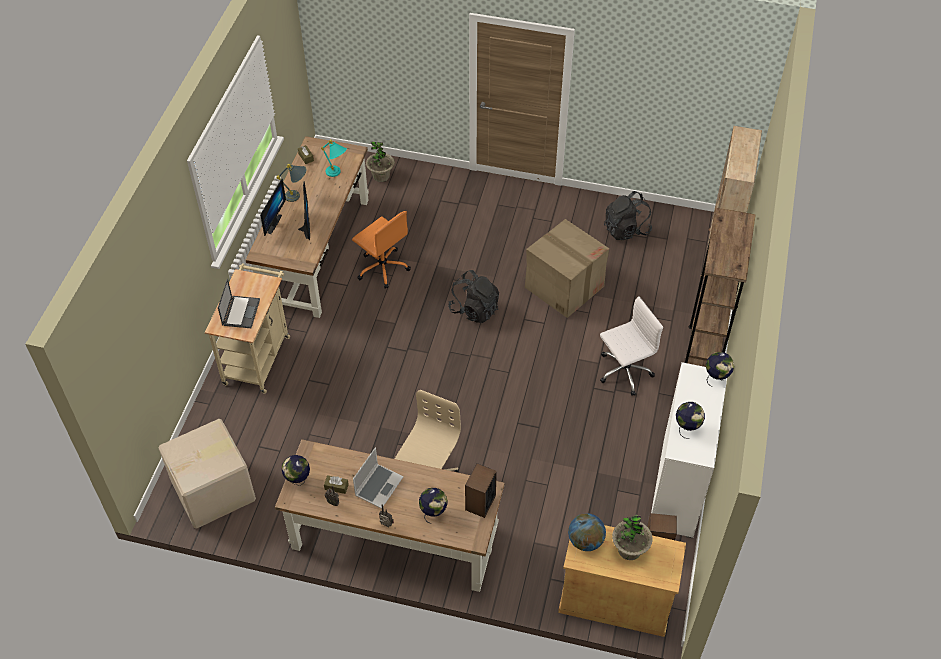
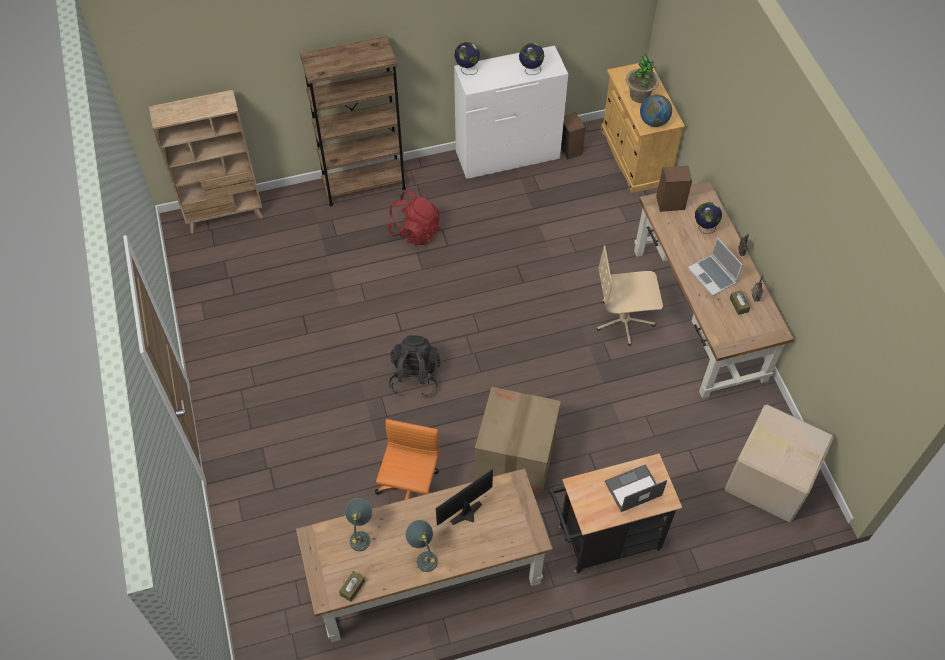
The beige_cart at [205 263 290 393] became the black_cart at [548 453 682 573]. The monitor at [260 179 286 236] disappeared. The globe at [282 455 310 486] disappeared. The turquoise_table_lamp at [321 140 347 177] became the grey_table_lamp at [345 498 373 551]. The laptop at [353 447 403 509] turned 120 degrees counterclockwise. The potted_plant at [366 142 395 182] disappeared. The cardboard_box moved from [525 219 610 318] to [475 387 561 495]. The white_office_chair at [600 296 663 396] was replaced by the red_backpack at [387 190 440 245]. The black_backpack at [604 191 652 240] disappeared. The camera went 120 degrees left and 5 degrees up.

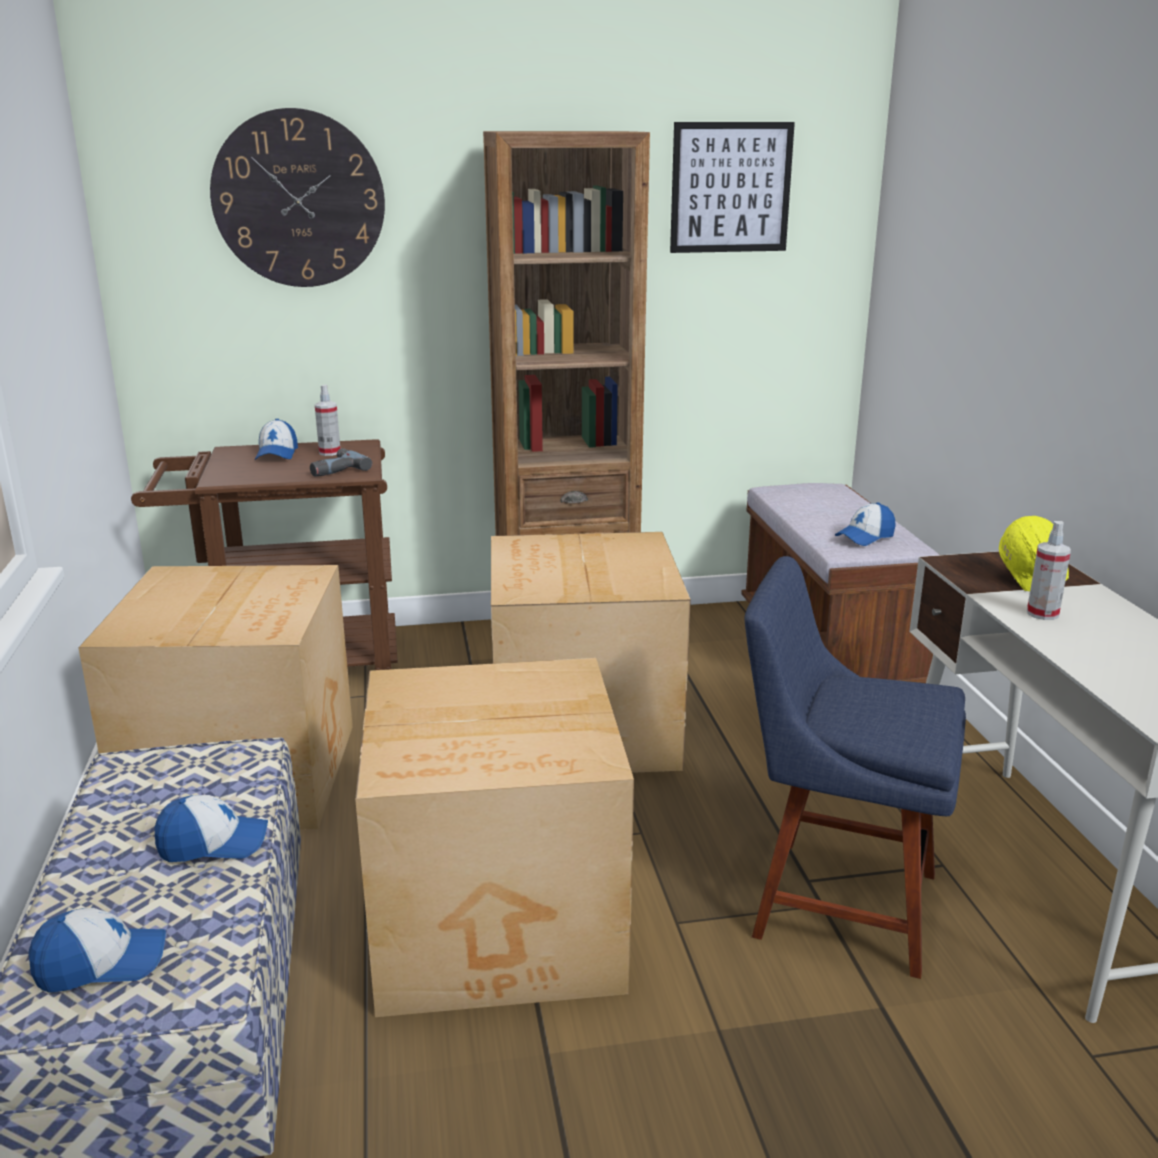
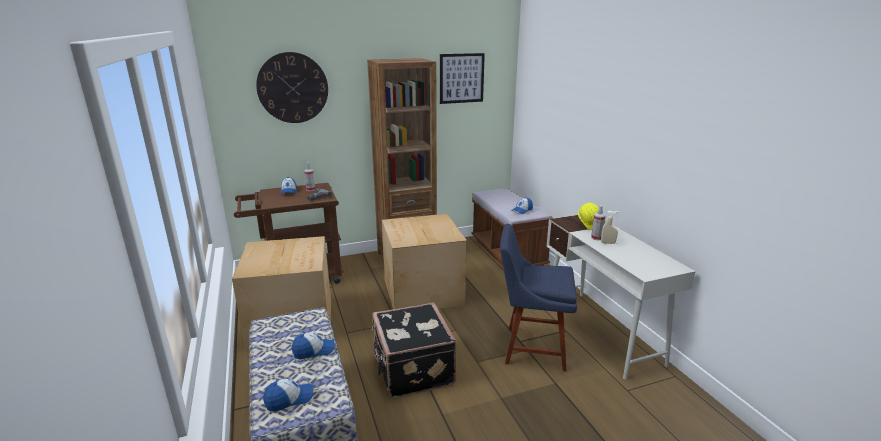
The cardboard_box at [355 658 634 1017] was replaced by the black_suitcase at [371 303 456 398]. The beige_spray_bottle at [601 211 619 244] appeared. The camera went 10 degrees left and 0 degrees up.

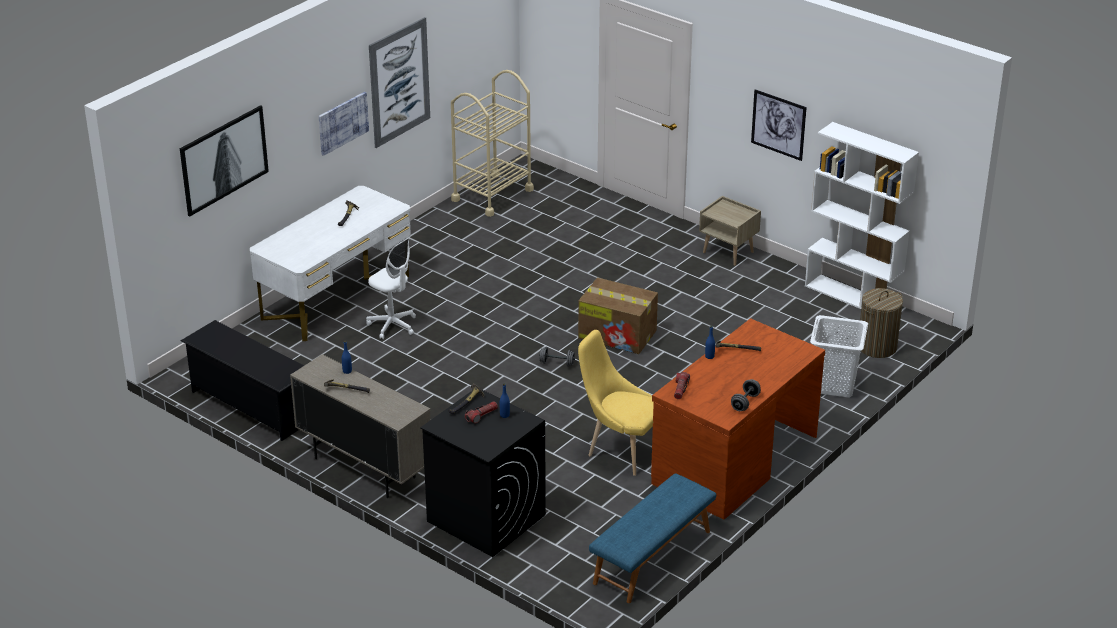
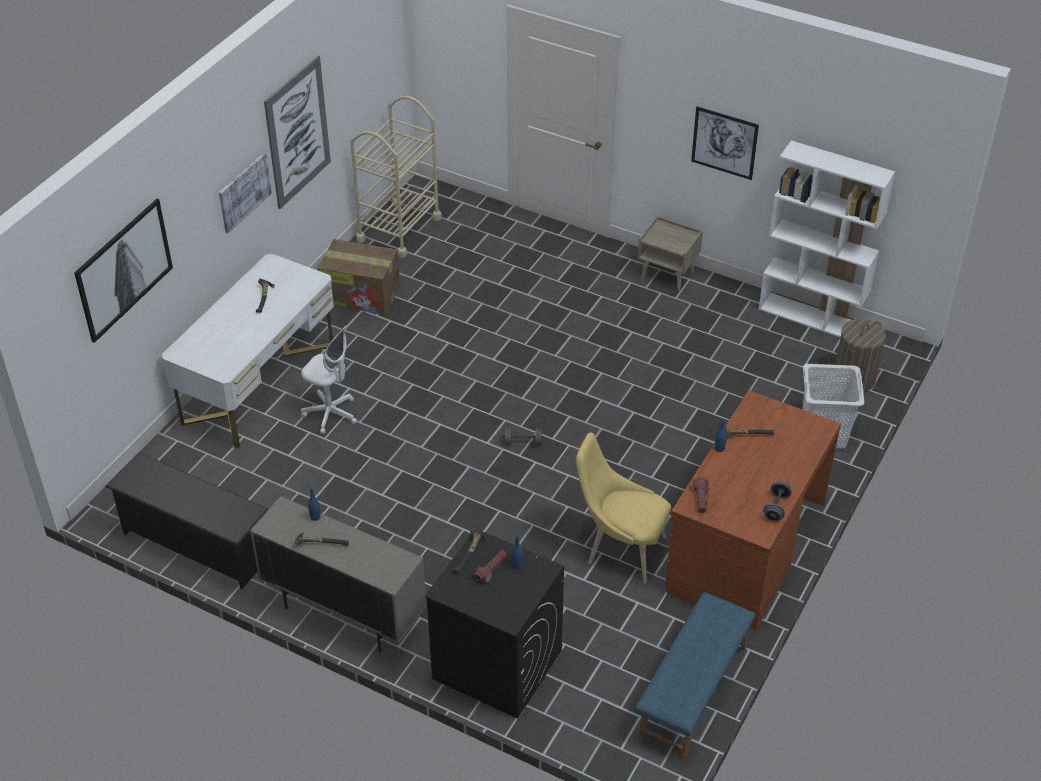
The cardboard_box moved from [578 278 658 354] to [318 239 400 315]. The camera went 10 degrees left and 10 degrees up.

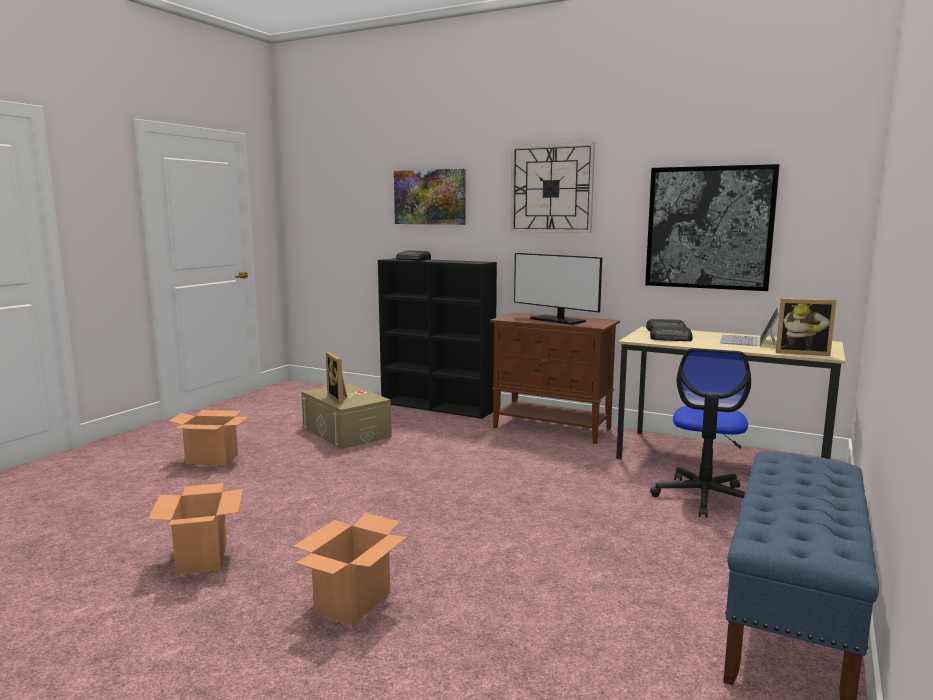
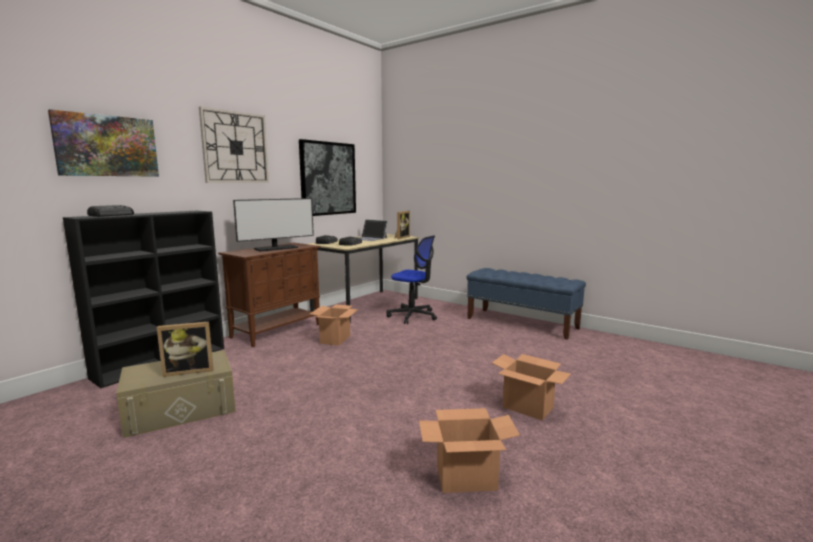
The cardboard_box moved from [168 410 249 465] to [310 304 359 346]. The camera went 80 degrees left and 0 degrees up.

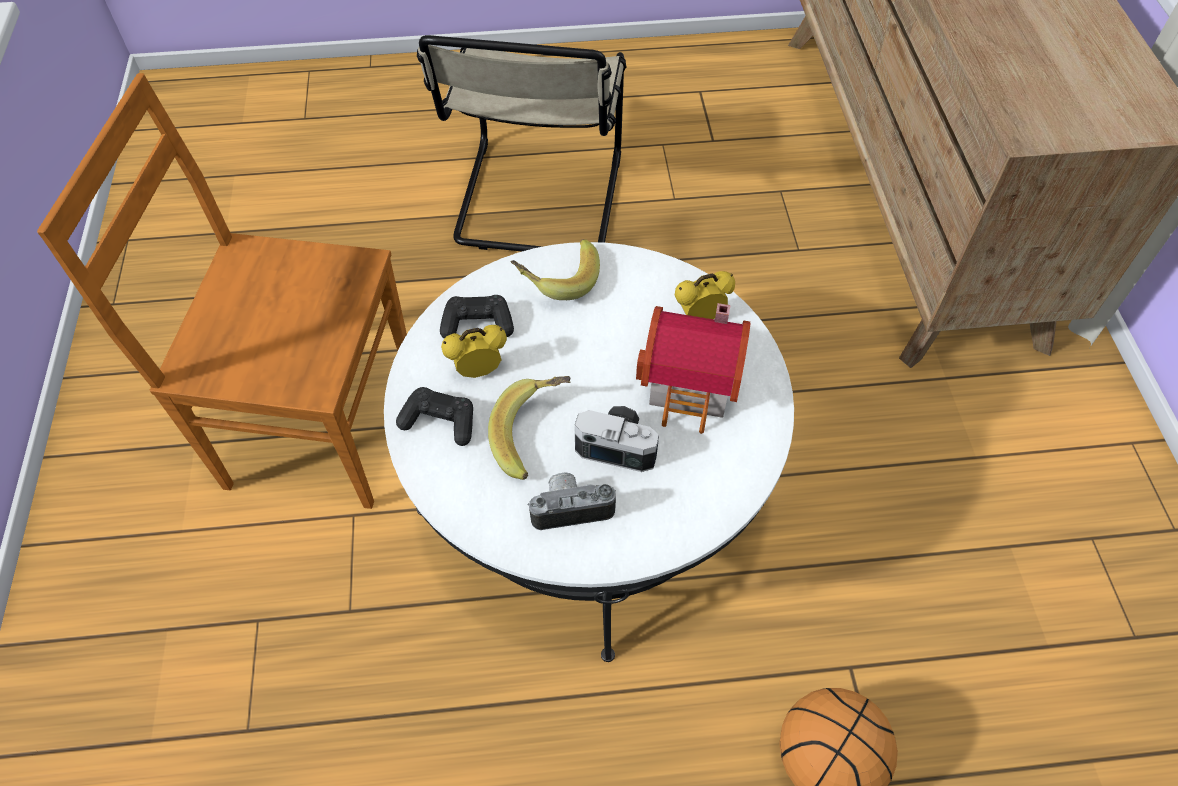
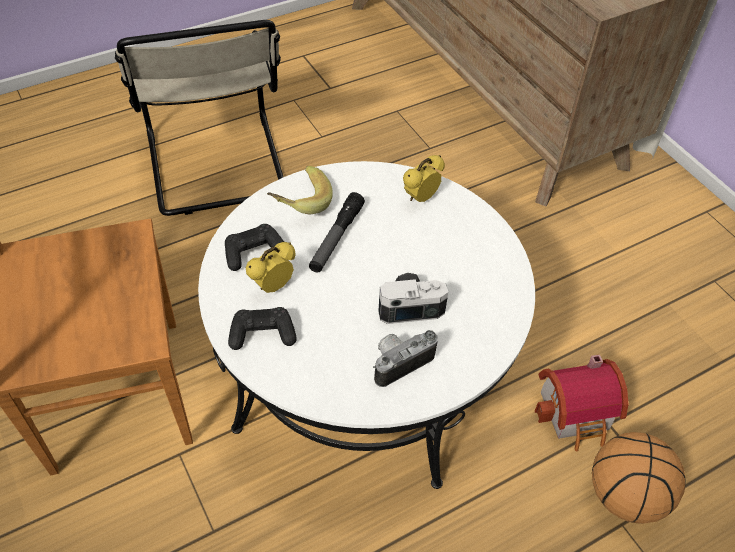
The banana at [488 376 570 480] disappeared. The toy_house moved from [636 303 750 434] to [534 354 628 451]. The flashlight at [309 192 365 273] appeared. The camera went 25 degrees left and 5 degrees down.

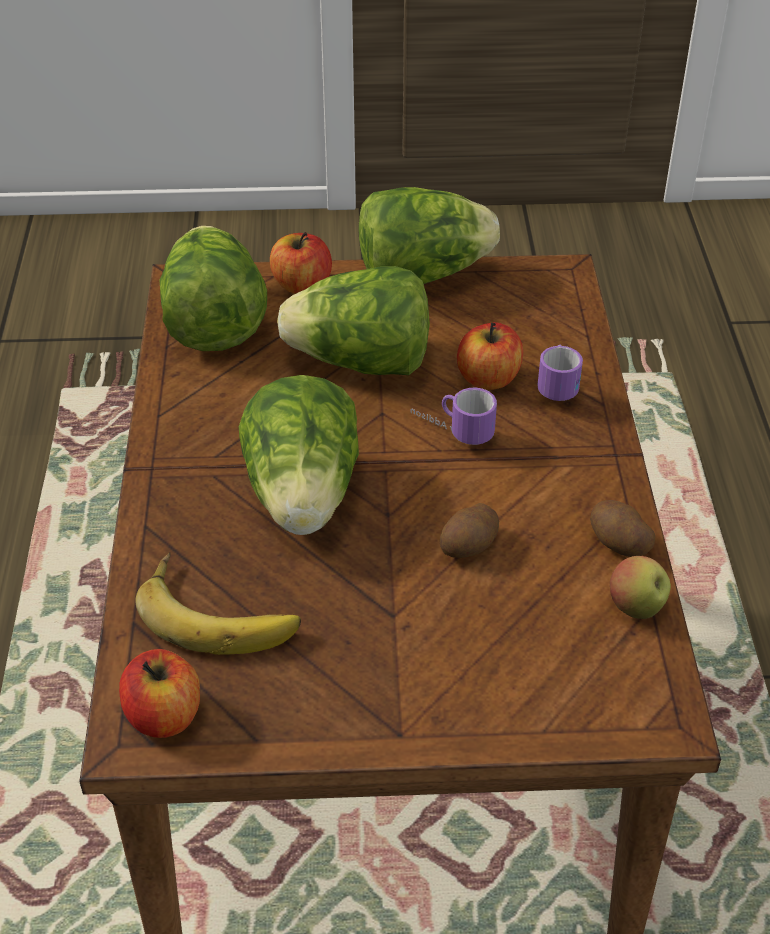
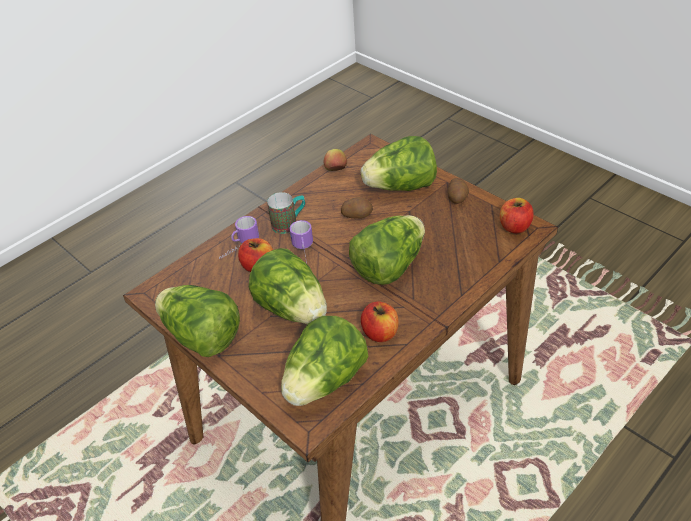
The banana at [135 552 301 655] disappeared. The apple moved from [270 232 332 294] to [361 301 399 342]. The potato moved from [590 500 656 557] to [448 178 469 204]. The mug at [267 192 305 234] appeared. The lettuce at [361 136 437 191] appeared. The camera went 130 degrees left and 0 degrees up.

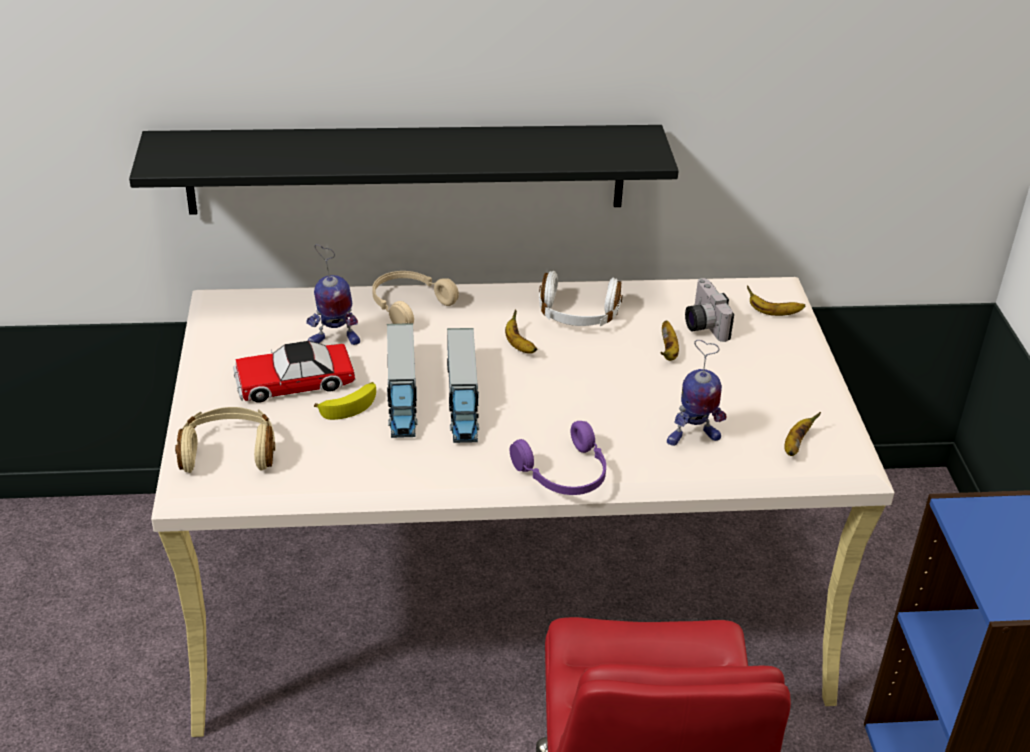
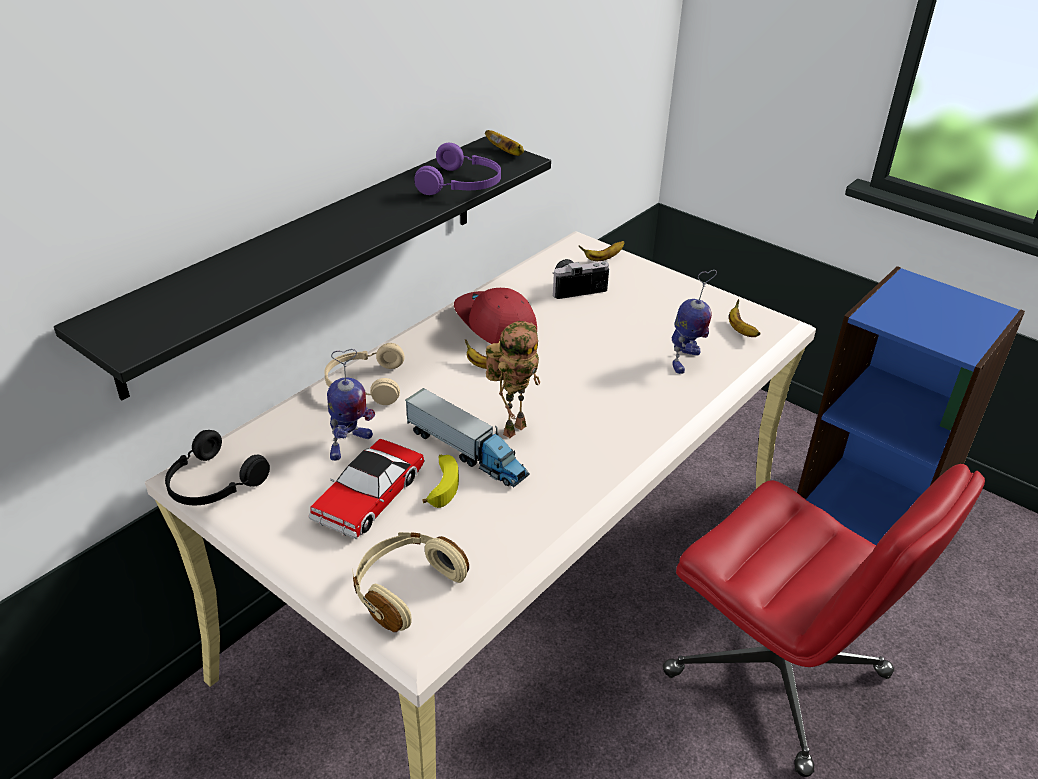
The toy_truck at [447 328 479 443] was replaced by the toy_robot at [486 321 540 438]. The purple_headphones moved from [510 421 606 495] to [414 143 501 195]. The white_headphones at [539 271 623 326] was replaced by the red_cap at [454 288 537 344]. The banana moved from [660 320 679 361] to [485 130 524 156]. The photo_camera at [685 278 734 342] turned 135 degrees clockwise. The black_headphones at [165 430 270 505] appeared. The camera went 45 degrees left and 0 degrees up.

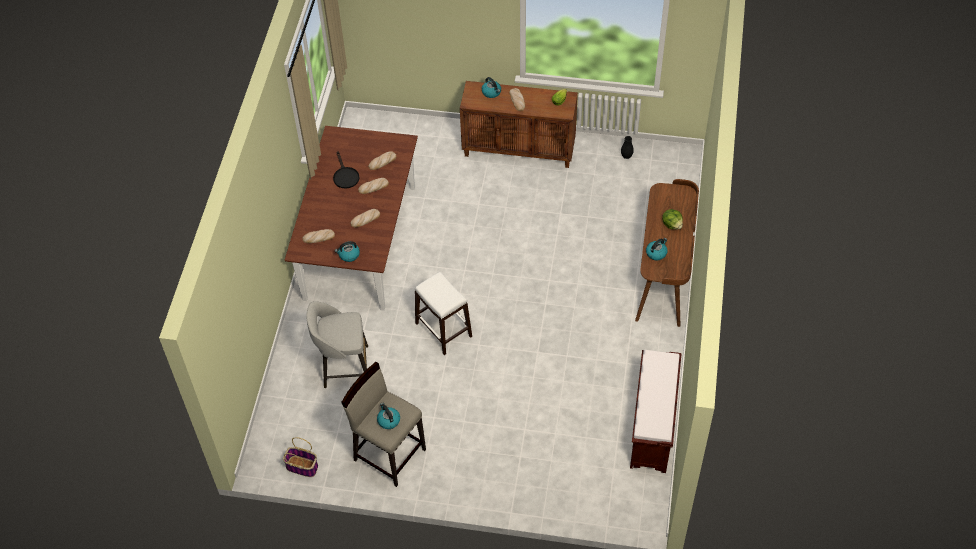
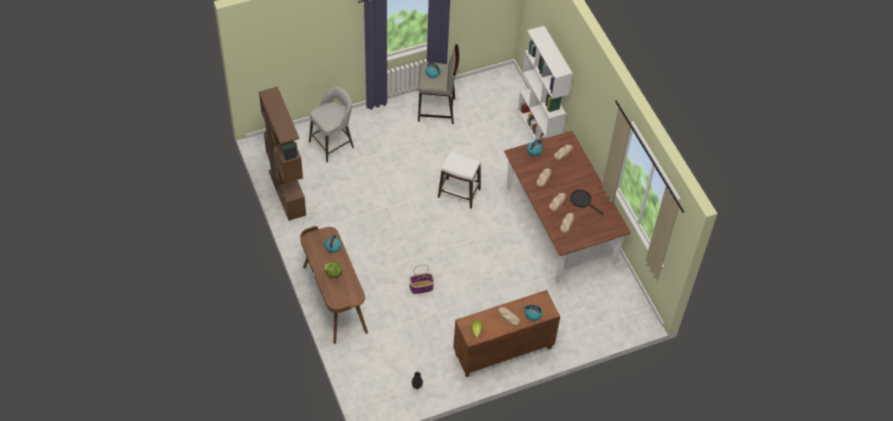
The basket moved from [283 437 318 477] to [409 265 434 294]. The grey_stool moved from [306 301 368 388] to [309 86 354 162]. The brown_bench at [630 350 682 473] was replaced by the brown_bookcase at [259 86 306 221]. The white_bookcase at [518 26 573 141] appeared. The camera went 145 degrees right and 0 degrees up.

